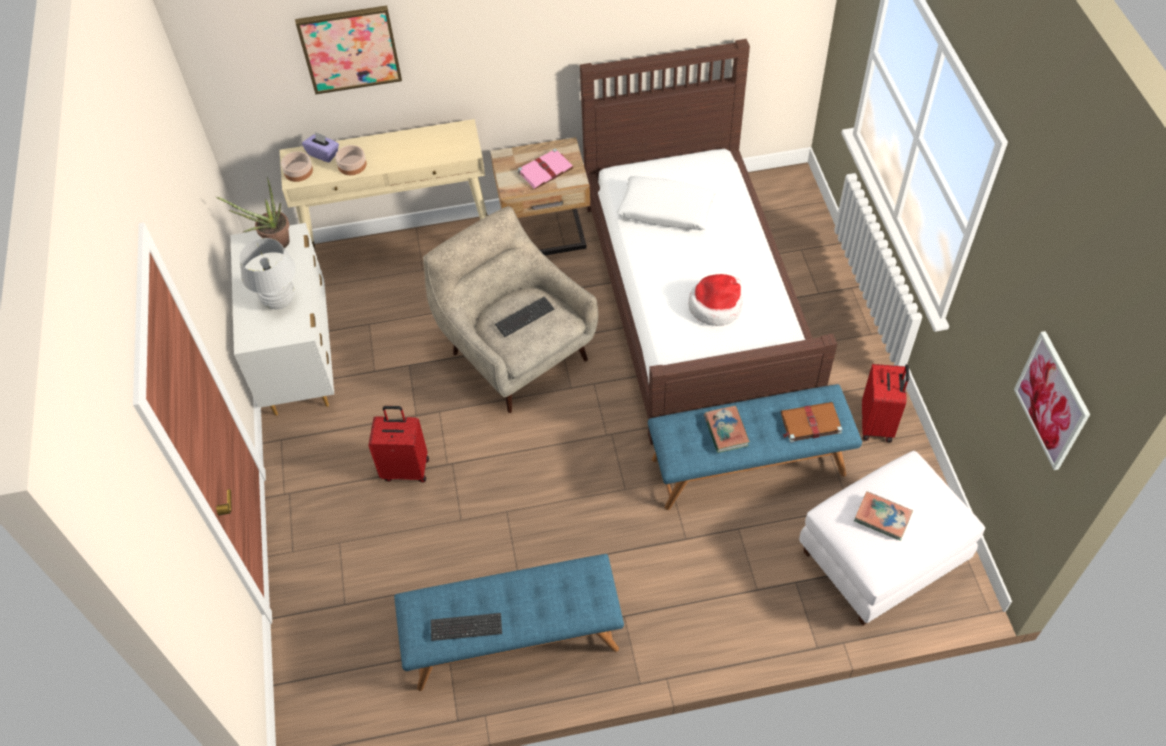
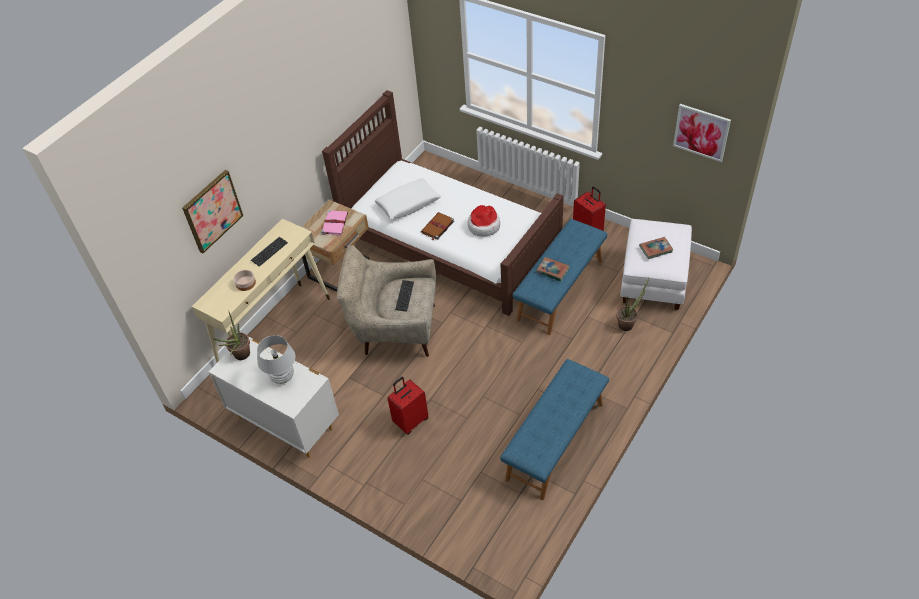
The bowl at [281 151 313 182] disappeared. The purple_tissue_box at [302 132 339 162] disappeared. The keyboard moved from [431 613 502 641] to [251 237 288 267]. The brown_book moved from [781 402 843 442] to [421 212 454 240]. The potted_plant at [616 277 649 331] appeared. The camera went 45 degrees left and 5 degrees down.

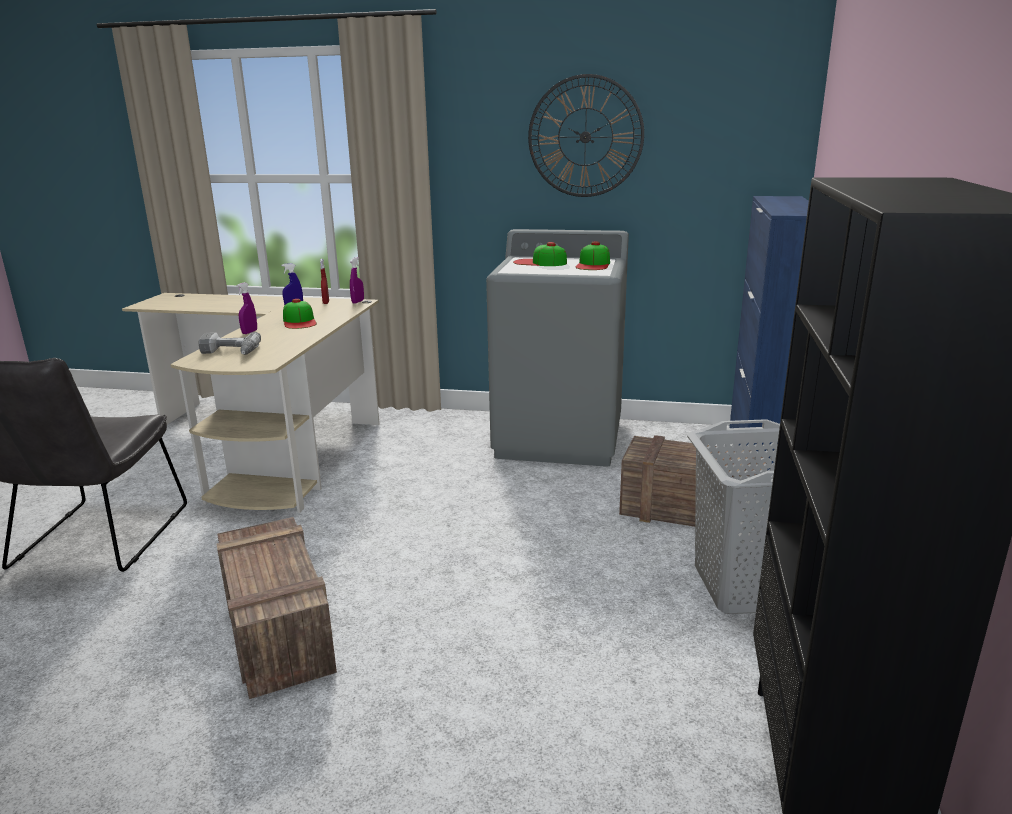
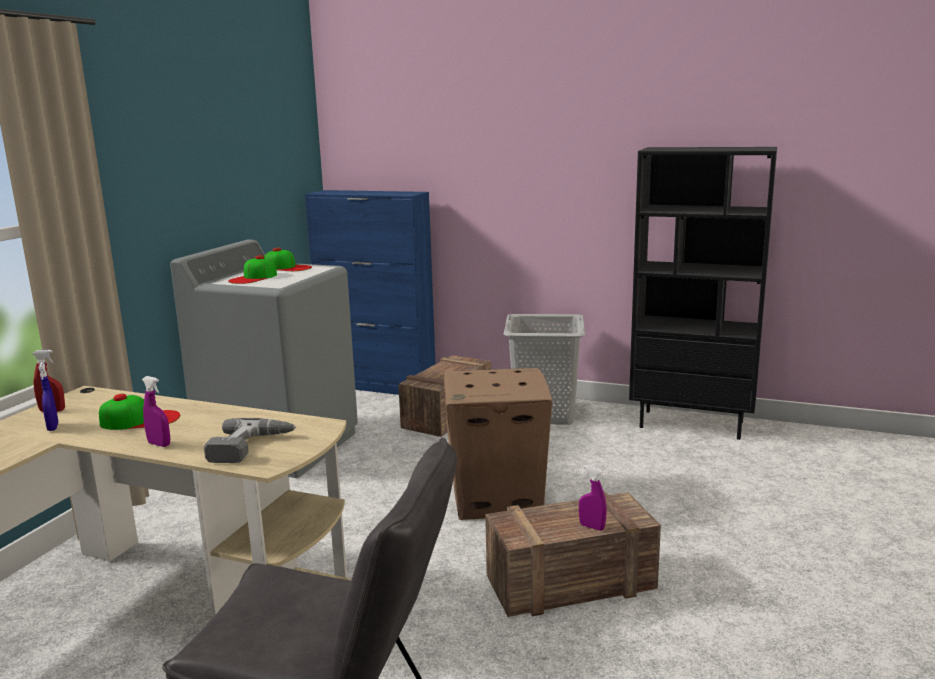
The purple_spray_bottle moved from [350 257 364 304] to [579 465 607 531]. The wall_clock at [528 74 644 197] disappeared. The cardboard_box at [444 368 553 520] appeared. The camera went 80 degrees left and 5 degrees down.

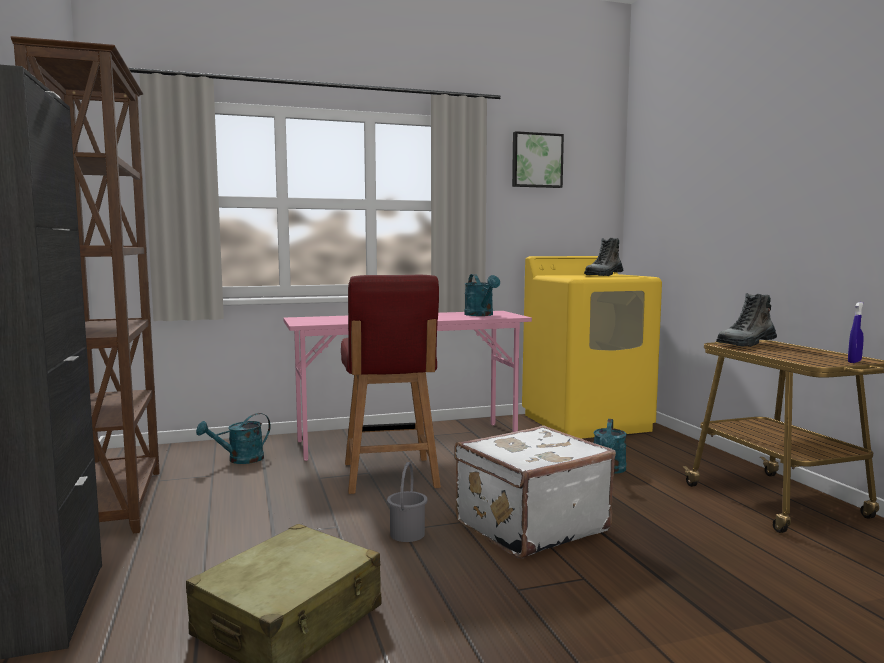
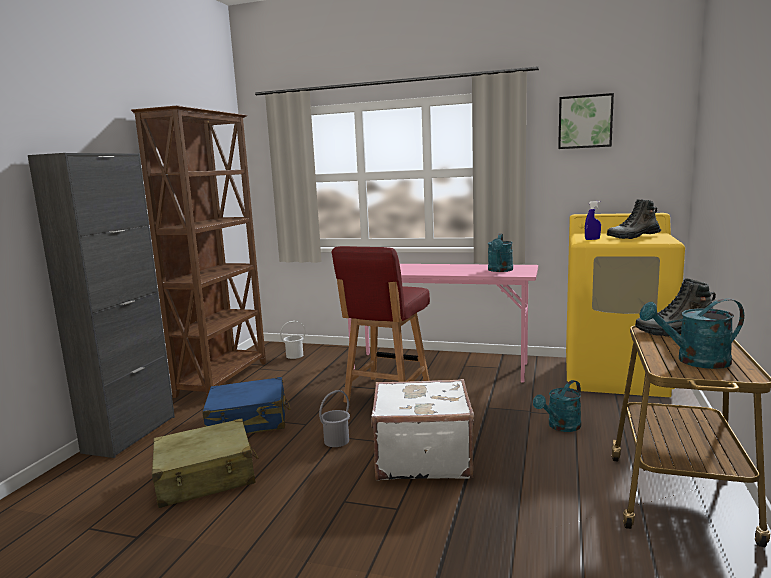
The turquoise_watering_can moved from [196 413 271 464] to [639 298 744 369]. The blue_spray_bottle moved from [848 302 864 363] to [585 201 601 240]. The blue_suitcase at [202 377 290 434] appeared. The white_bucket at [280 321 306 359] appeared. The camera went 35 degrees right and 5 degrees up.

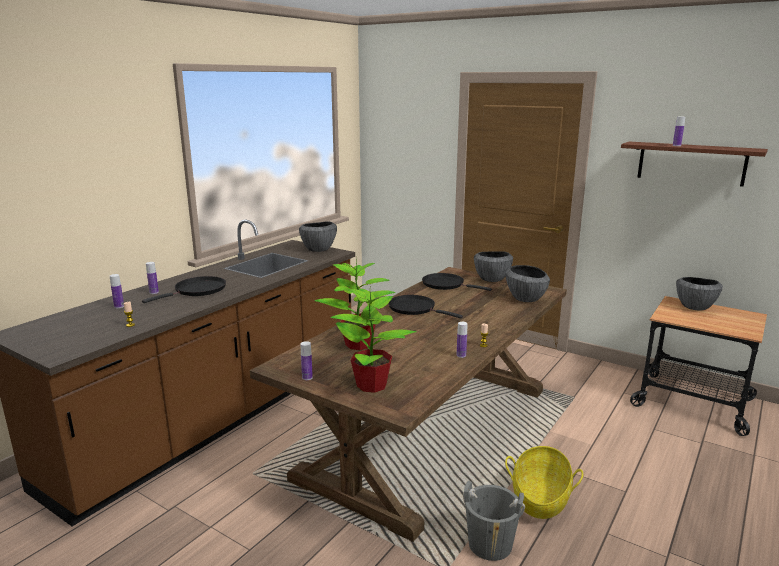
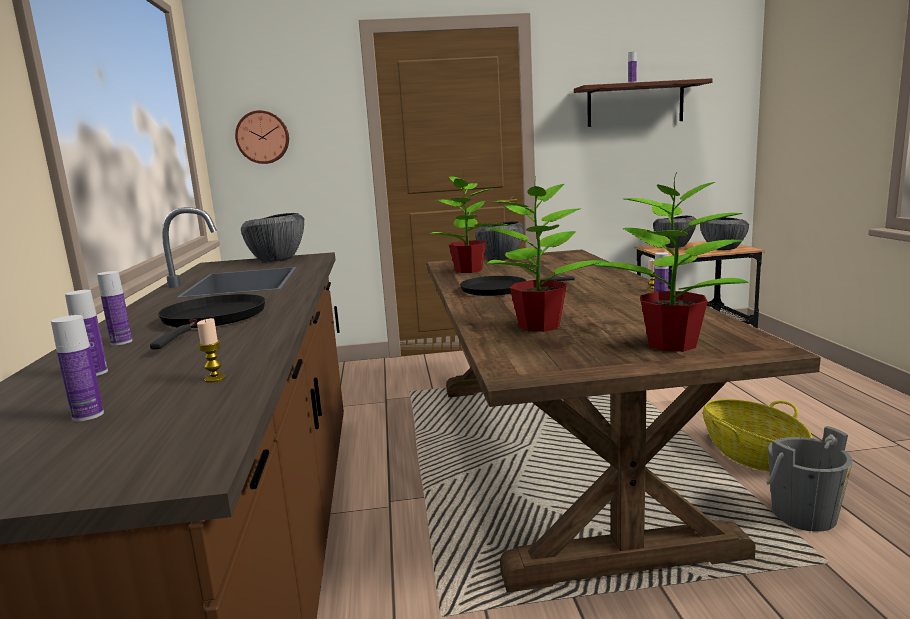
The bottle moved from [301 341 313 380] to [51 315 104 421]. The black_frying_pan at [422 273 492 291] was replaced by the potted_plant at [430 171 511 273]. The bowl moved from [505 265 550 302] to [700 217 749 250]. The wall_clock at [235 110 289 164] appeared. The camera went 40 degrees left and 5 degrees down.

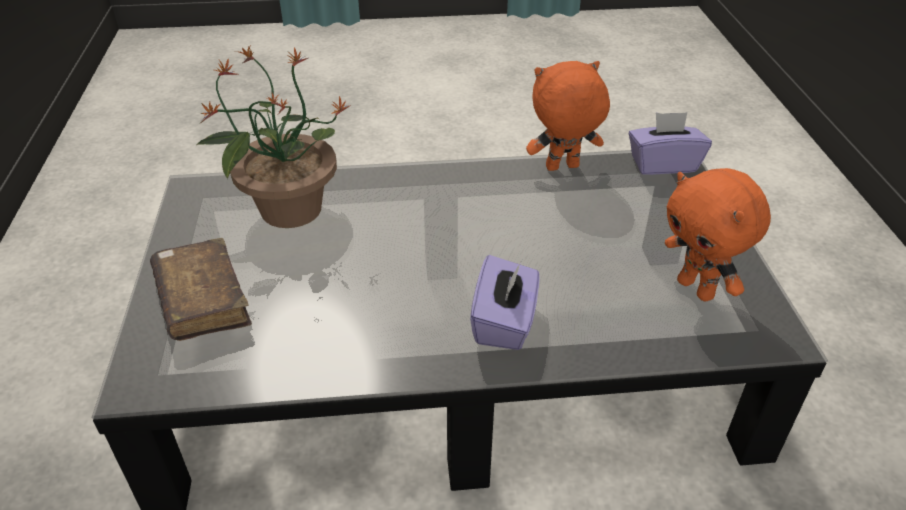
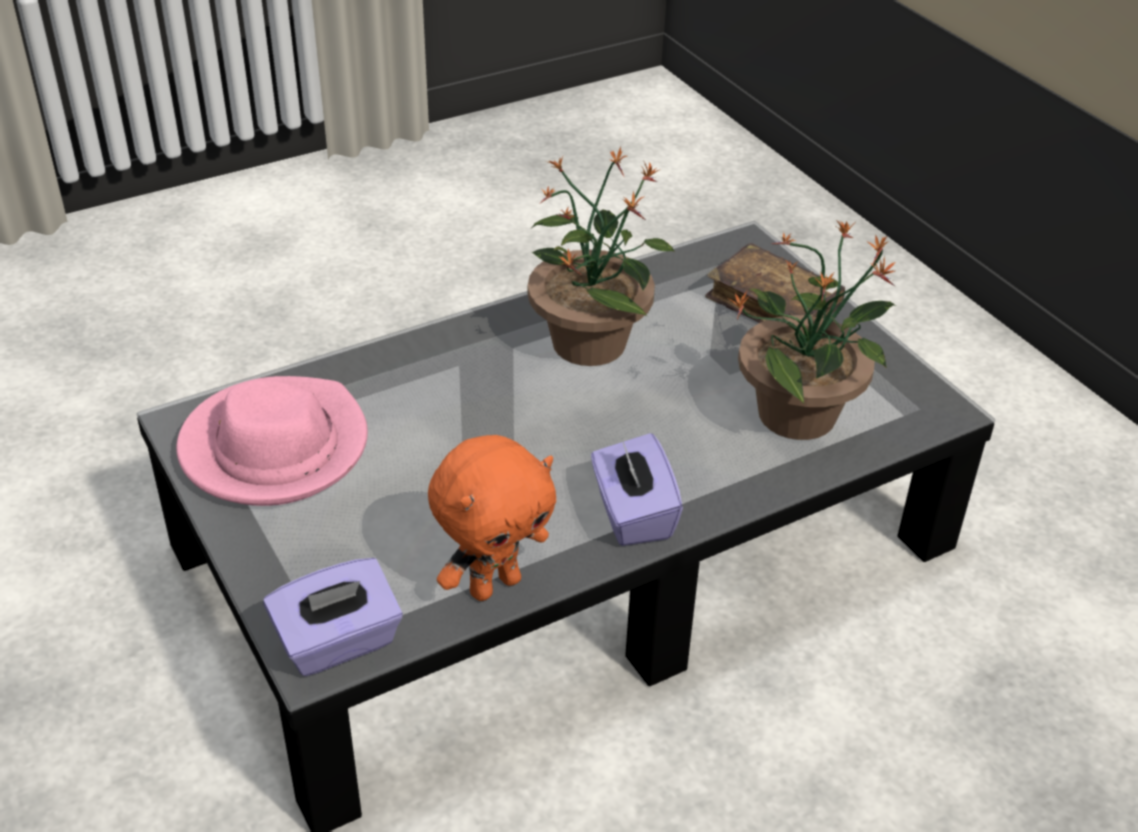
The purple_tissue_box moved from [470 255 540 350] to [591 433 683 546]. The orange_plush_toy at [665 168 771 302] was replaced by the pink_hat at [176 376 368 506]. The potted_plant at [528 147 675 366] appeared. The camera went 155 degrees right and 0 degrees up.

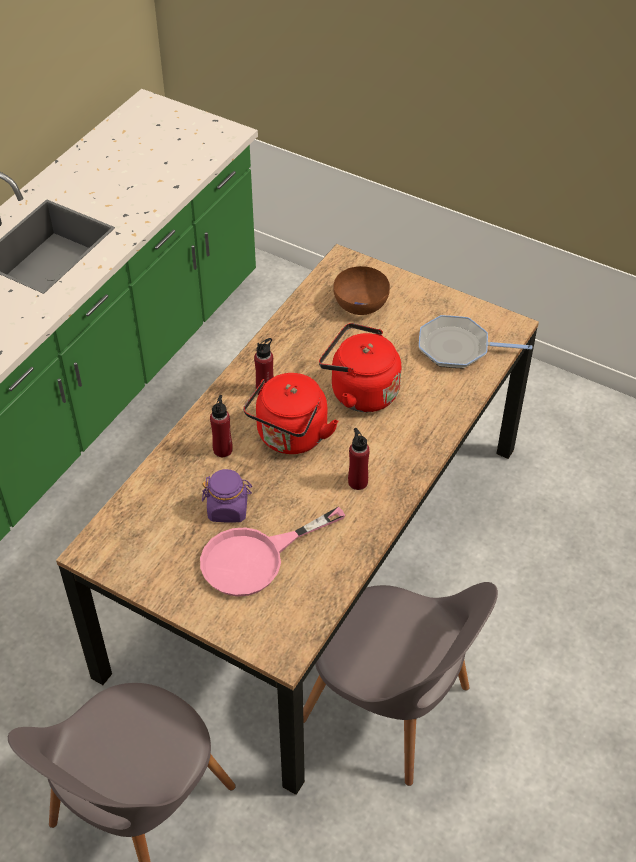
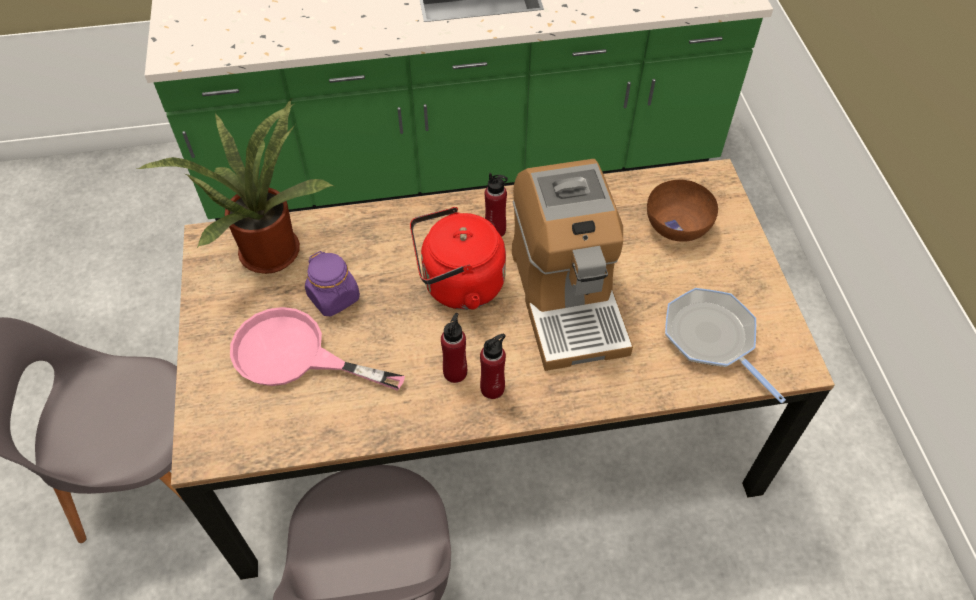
The red_bottle moved from [210 395 233 457] to [480 334 506 399]. The red_kettle at [319 323 401 412] was replaced by the coffee_machine at [512 159 633 371]. The potted_plant at [138 100 333 274] appeared. The camera went 50 degrees right and 5 degrees up.

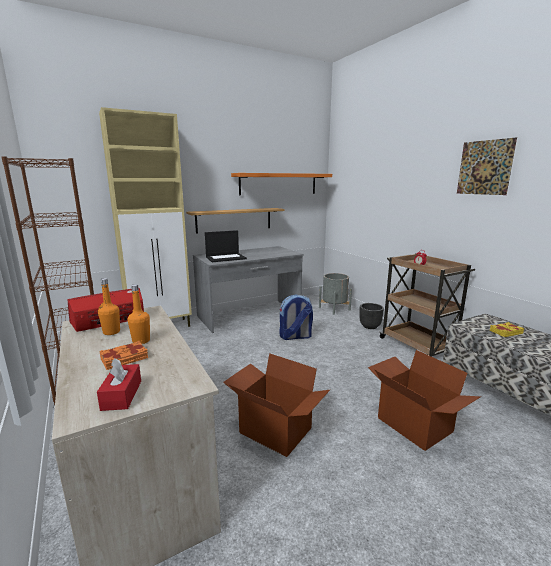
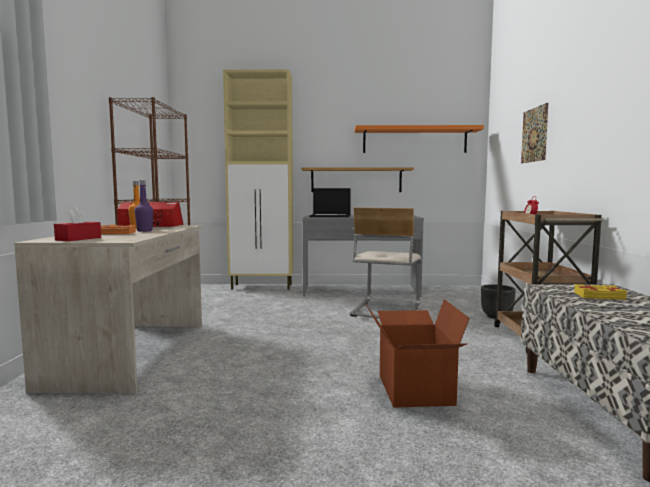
The orange_bottle at [128 284 150 344] became the purple_bottle at [134 180 153 232]. The cardboard_box at [223 353 330 457] disappeared. The backpack at [279 294 313 340] was replaced by the beige_chair at [350 207 421 319]. The grey_planter at [319 273 352 315] disappeared. The picture moved from [457 137 517 195] to [521 103 548 163]. The camera went 30 degrees right and 10 degrees down.

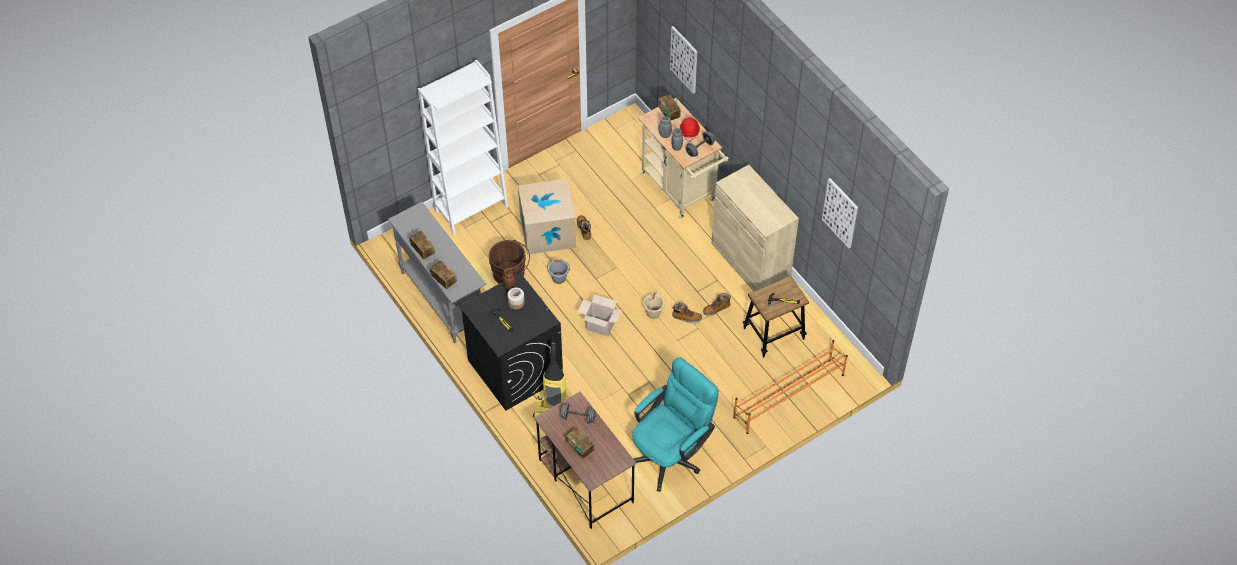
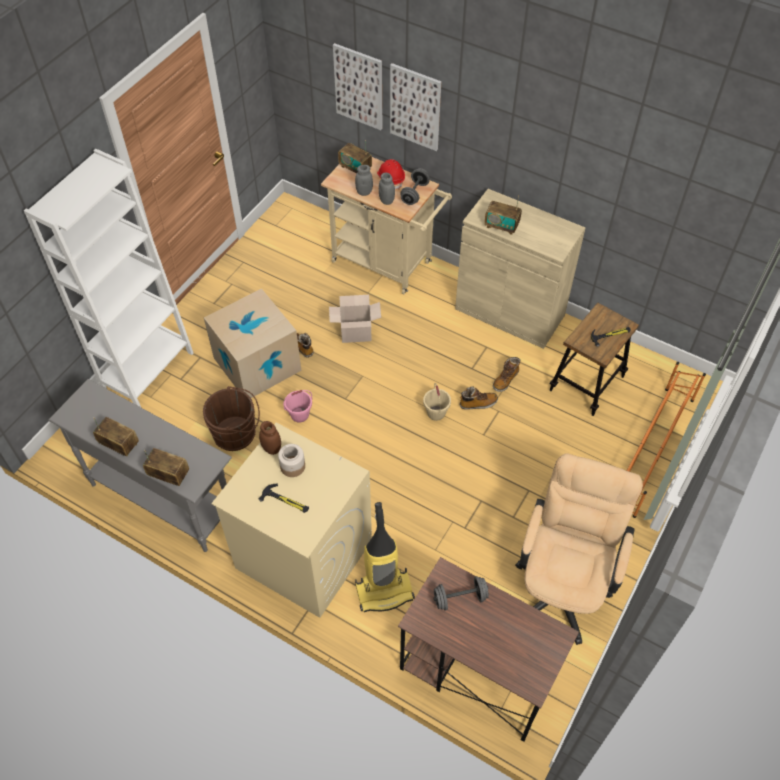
The black_washing_machine at [459 273 563 410] became the beige_washing_machine at [211 423 372 618]. The grey_bucket at [547 260 570 284] became the pink_bucket at [283 390 313 423]. The radio moved from [566 427 594 459] to [484 195 522 235]. The cardboard_box moved from [578 294 622 336] to [329 295 381 343]. The turquoise_office_chair at [632 357 719 492] became the beige_office_chair at [515 453 643 645]. The picture moved from [822 178 858 248] to [390 63 441 151]. The camera went 25 degrees left and 0 degrees up.

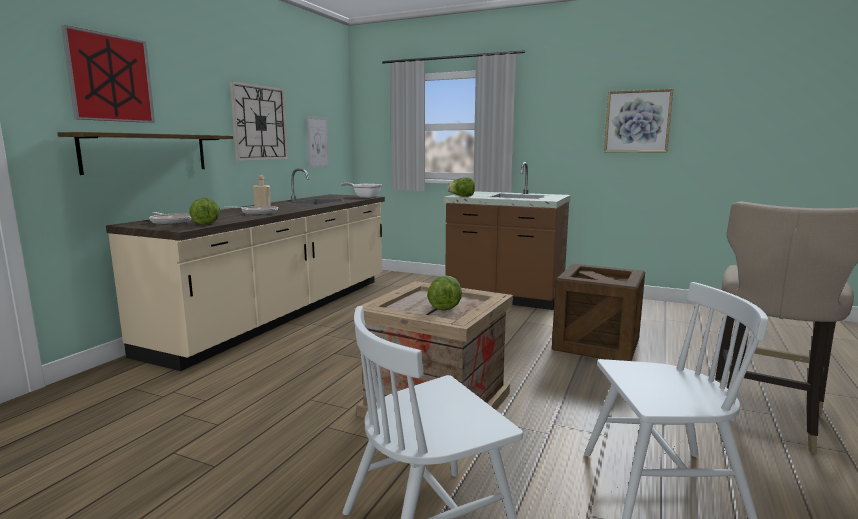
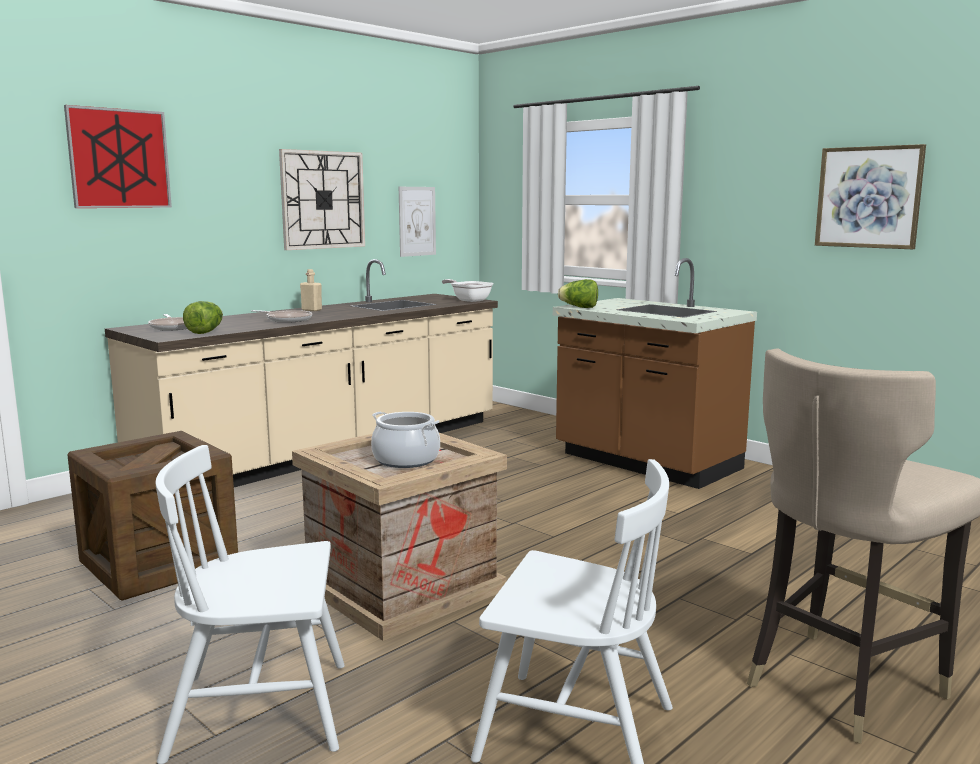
The shelf at [57 132 233 175] disappeared. The lettuce at [427 276 462 311] was replaced by the cooking_pot at [371 412 440 468]. The crate moved from [552 264 645 361] to [67 431 238 601]. The camera went 20 degrees right and 0 degrees up.

